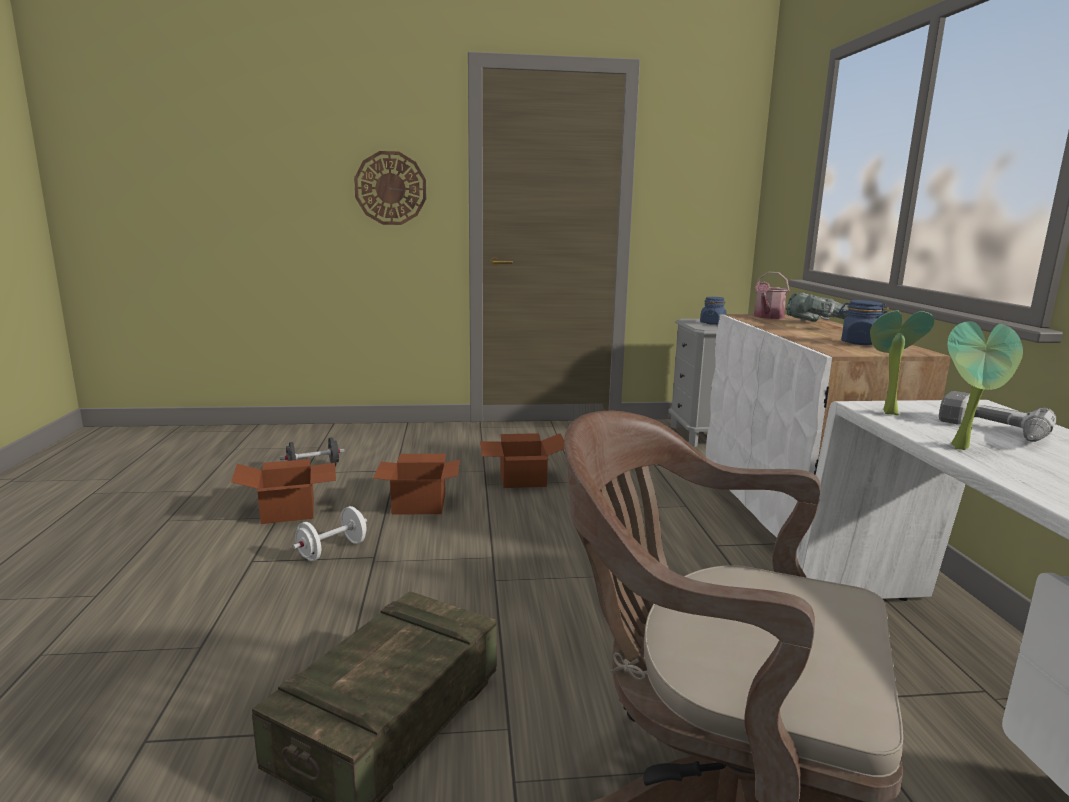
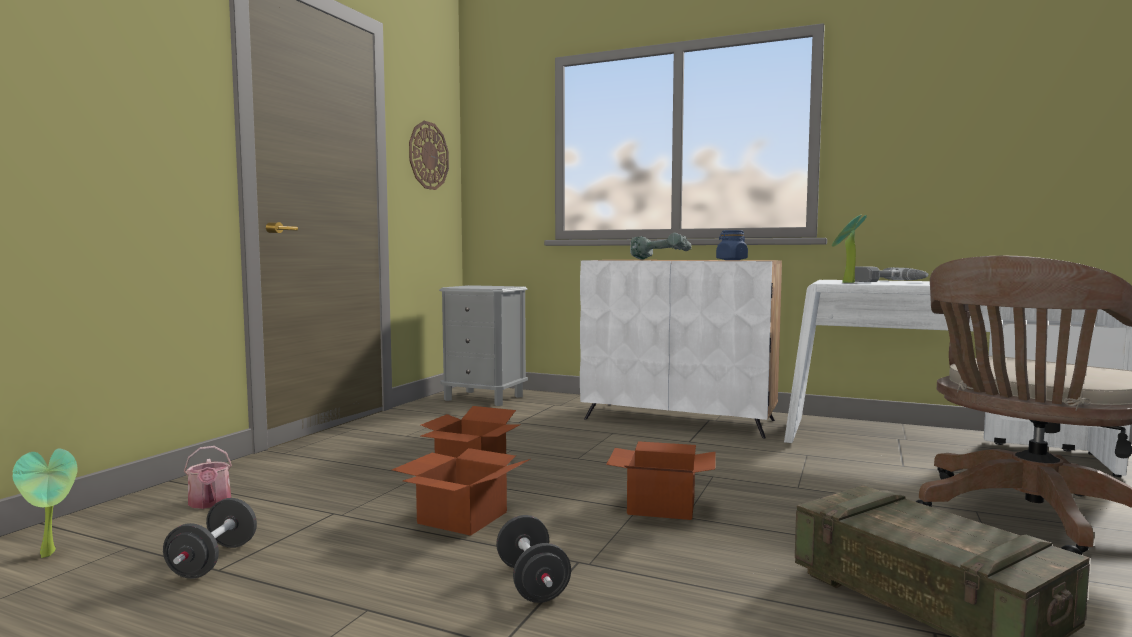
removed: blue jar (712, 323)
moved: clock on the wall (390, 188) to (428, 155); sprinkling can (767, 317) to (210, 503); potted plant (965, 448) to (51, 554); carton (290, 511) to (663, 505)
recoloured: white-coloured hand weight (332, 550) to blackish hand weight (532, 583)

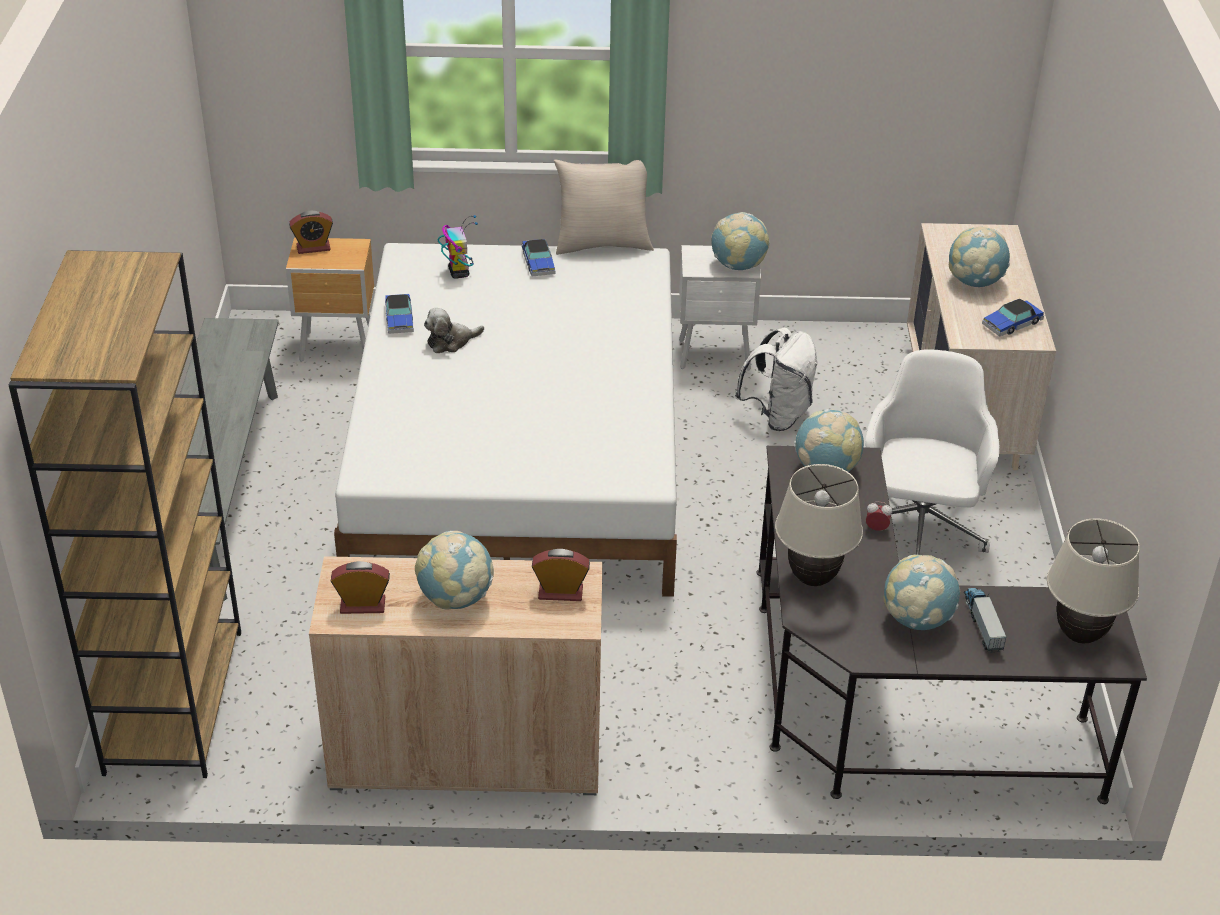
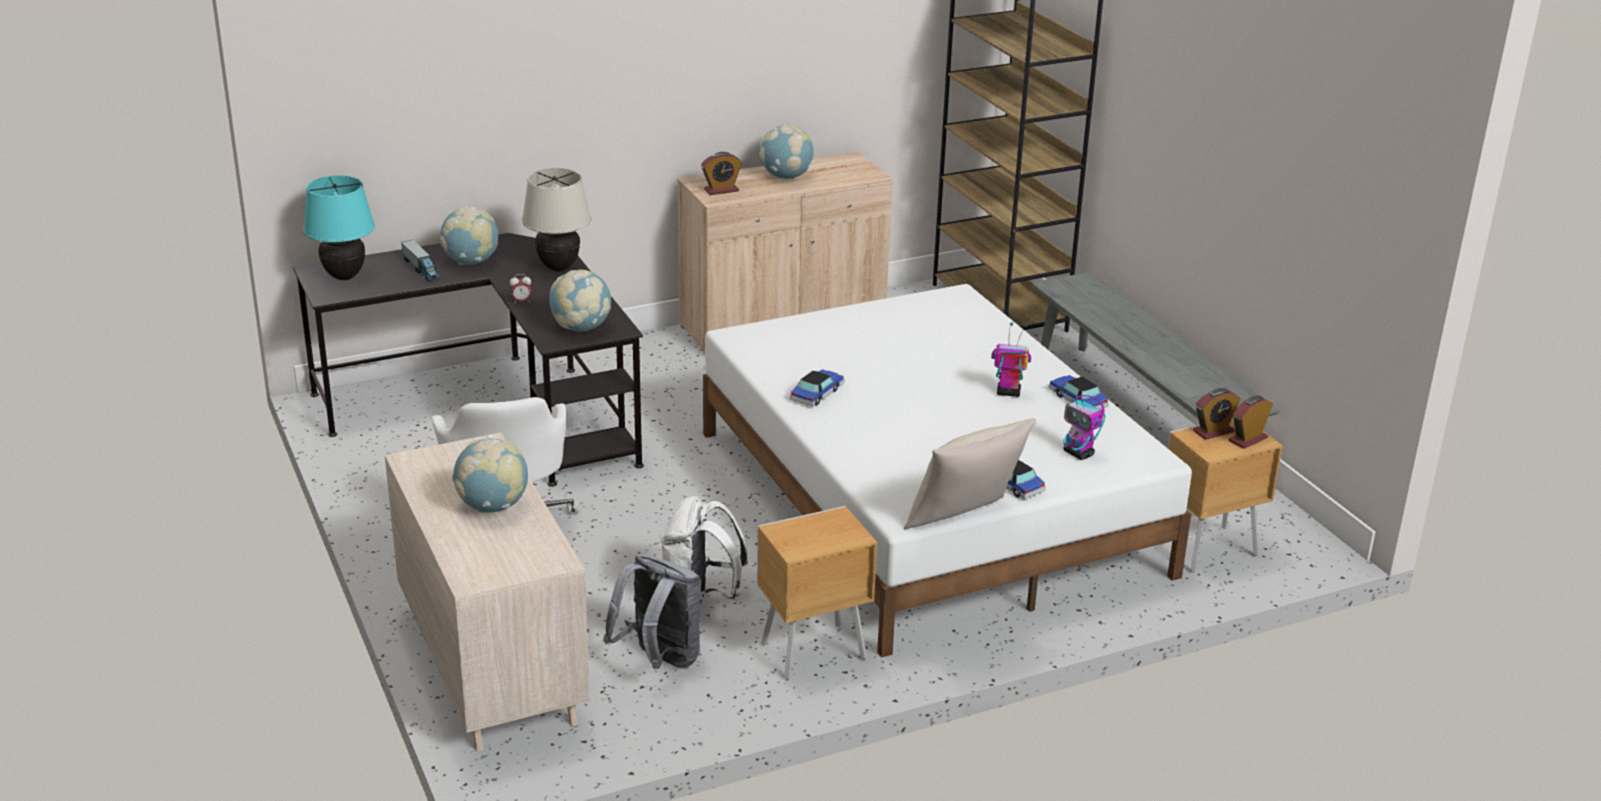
removed: desk globe (738, 265)
added: gray rucksack (659, 660)
moved: miniature car (1012, 324) to (817, 393); table clock (362, 605) to (1213, 431)
replaced: cuddly toy (451, 342) to robot figure (1007, 392)
recoloured: white-coloured nightstand (716, 356) to brown nightstand (810, 652); sand-coloured tabletop lamp (1080, 635) to turquoise-coloured tabletop lamp (344, 276)

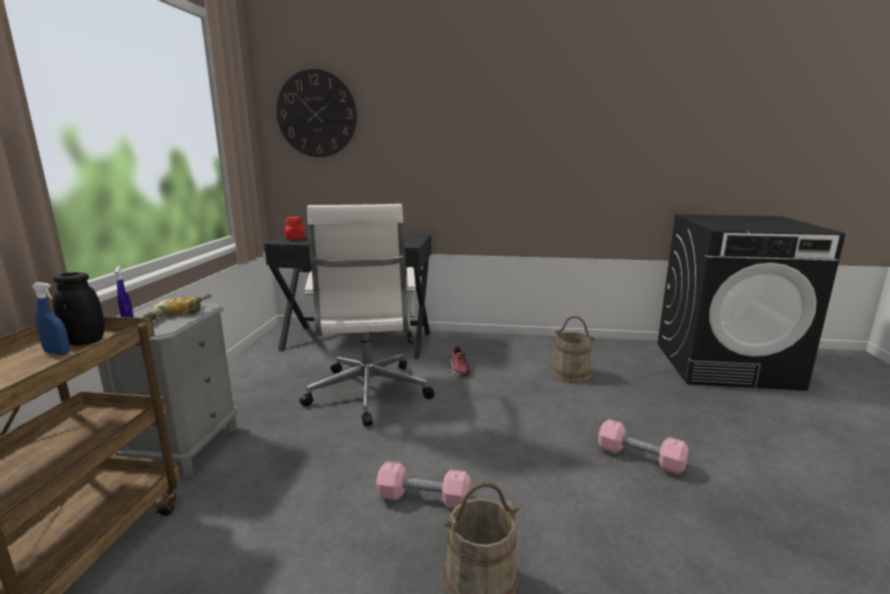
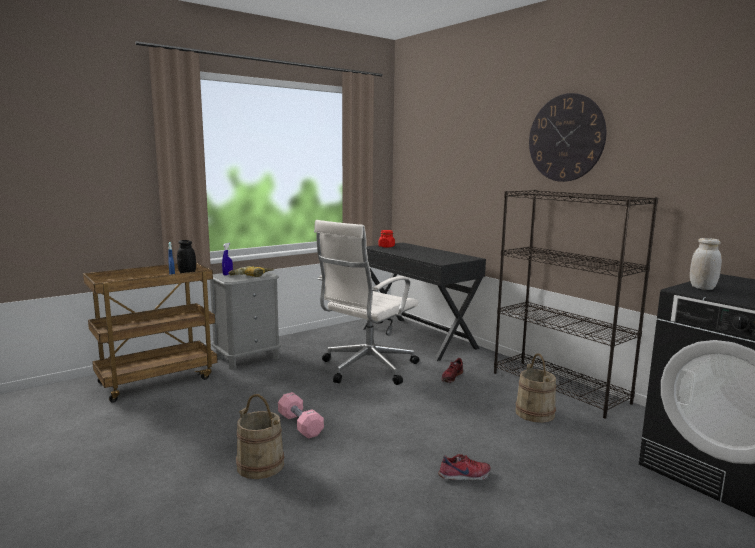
added: blackish bookshelf (560, 387); white-coloured jar (702, 288)
moved: clock on the wall (316, 114) to (566, 138)
replaced: pink hand weight (640, 458) to item of footwear (464, 476)

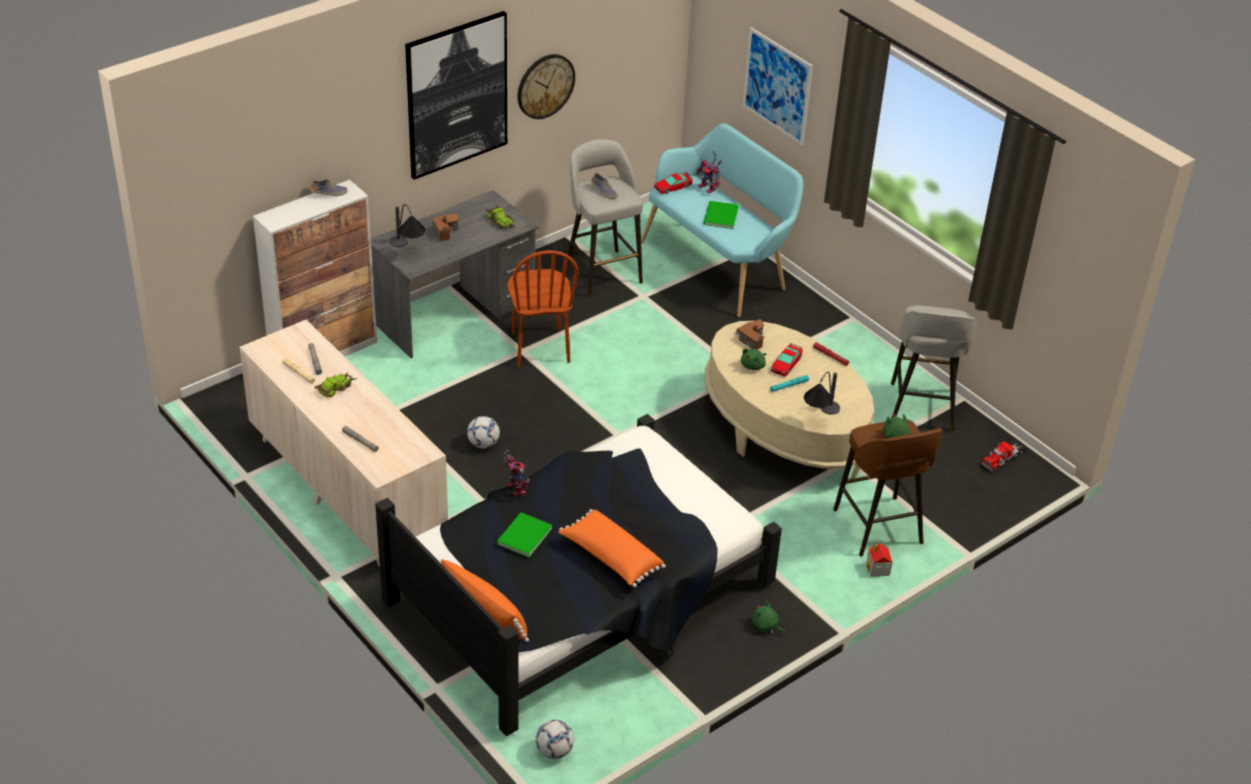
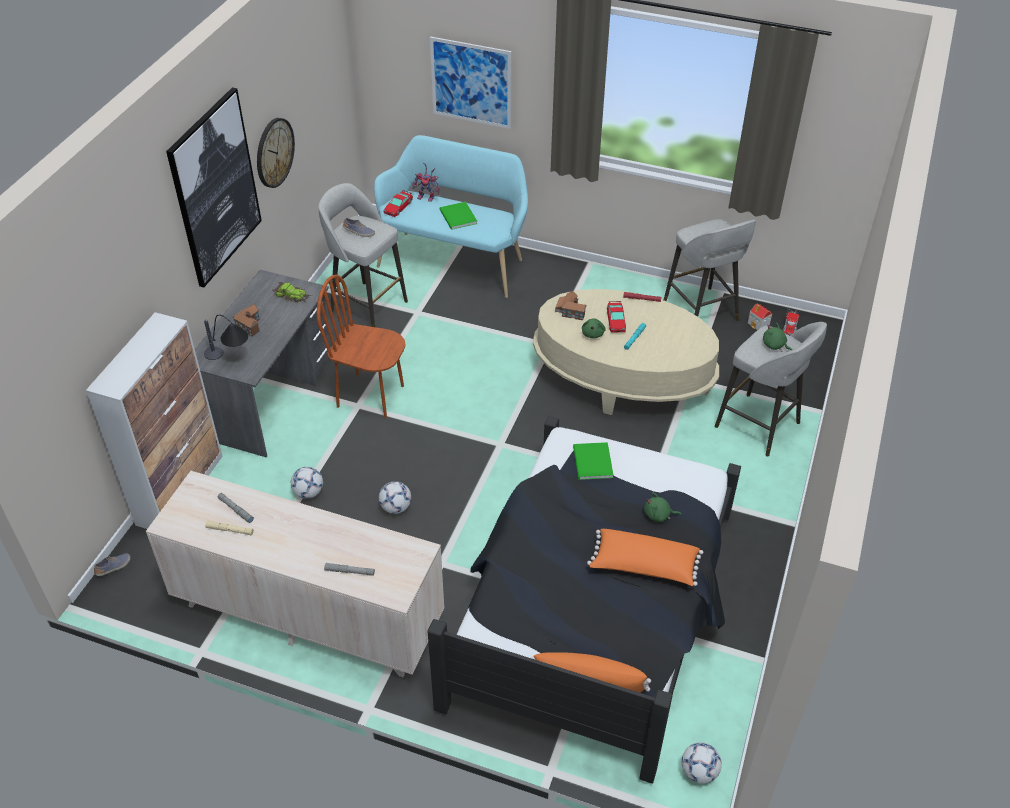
removed: tabletop lamp (820, 418); miniature car (335, 387); robot figure (514, 488)
added: football (308, 493)
moved: item of footwear (329, 193) to (113, 567); green-coloured volume (522, 536) to (591, 463); toy house (878, 569) to (758, 324); green-coloured cuddly toy (766, 626) to (658, 515)
recoloured: brown sitting stool (879, 528) to gray sitting stool (759, 426)
turned: brown plain chair (539, 347) = (370, 395) 150 degrees clockwise

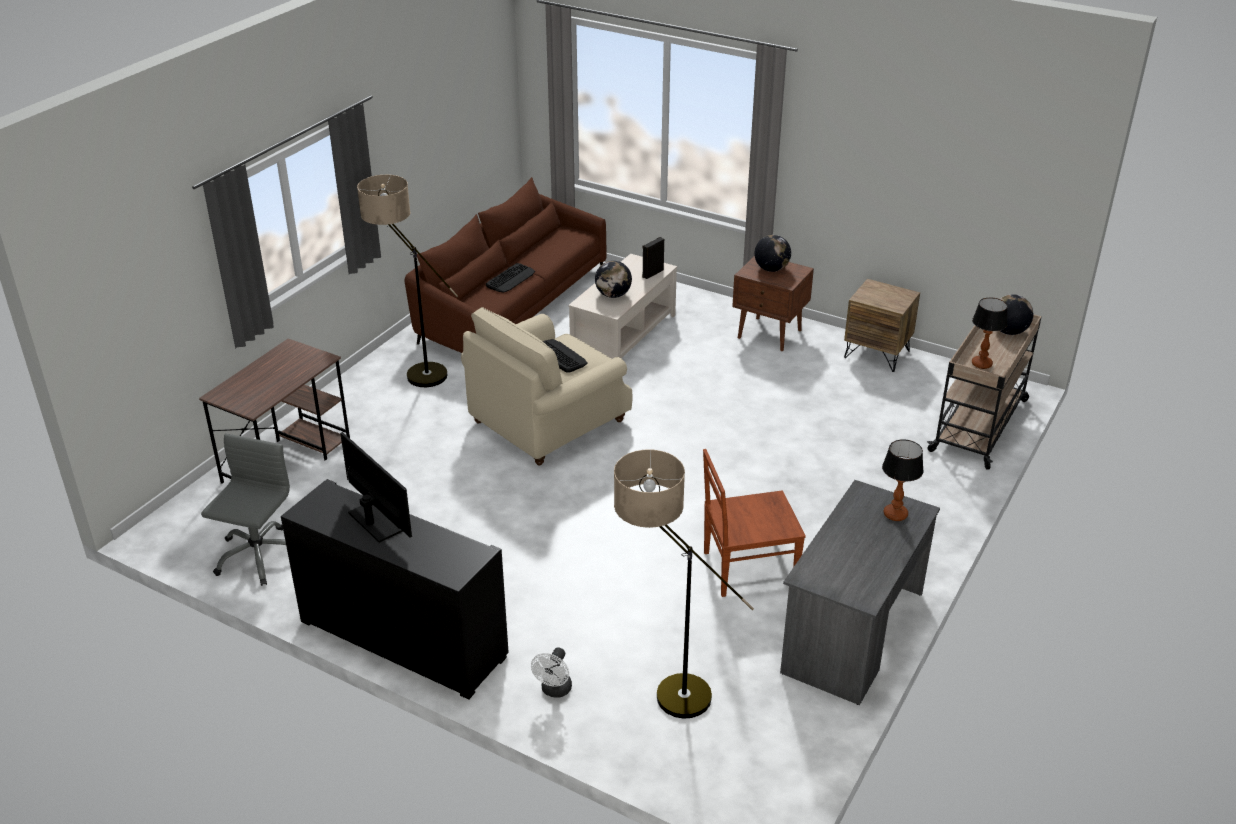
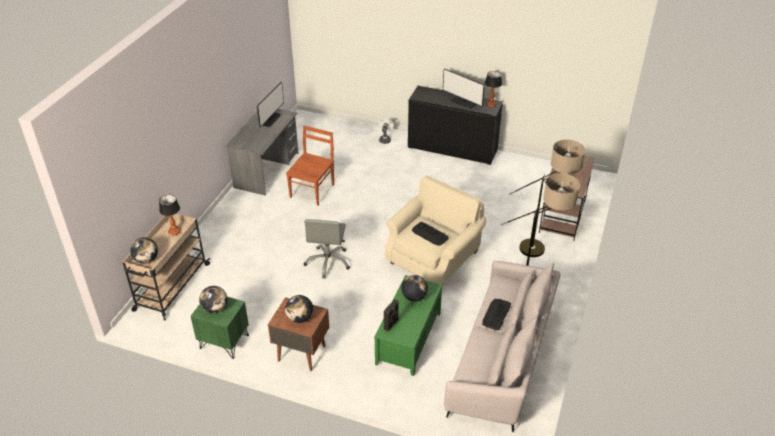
added: computer screen (270, 119); desk globe (215, 309)
moved: gray computer chair (258, 556) to (328, 262); tabletop lamp (896, 514) to (491, 105); standing lamp (662, 691) to (542, 250)
recoloured: brown sofa (510, 306) to gray sofa (503, 358); sand-coloured coffee table (624, 334) to green-coloured coffee table (408, 338); brown nightstand (877, 354) to green-coloured nightstand (224, 342)
turned: brown plain chair (747, 569) = (313, 190) 45 degrees counterclockwise

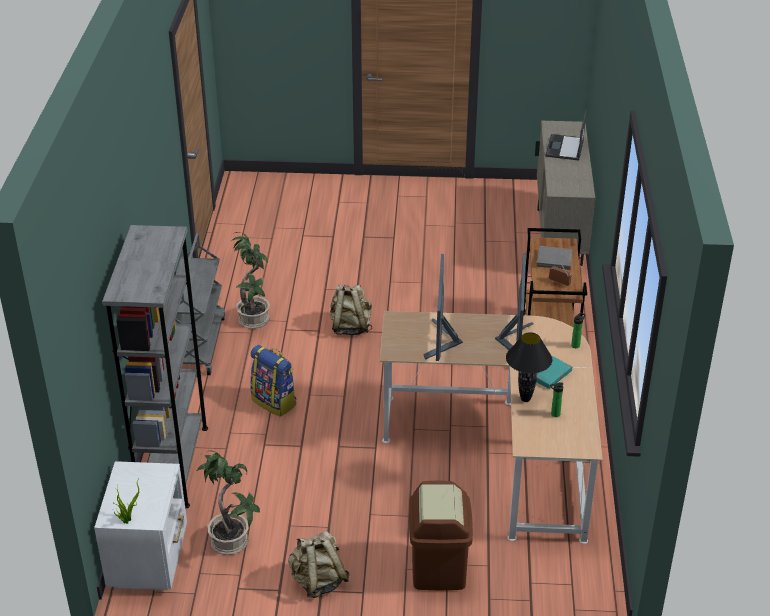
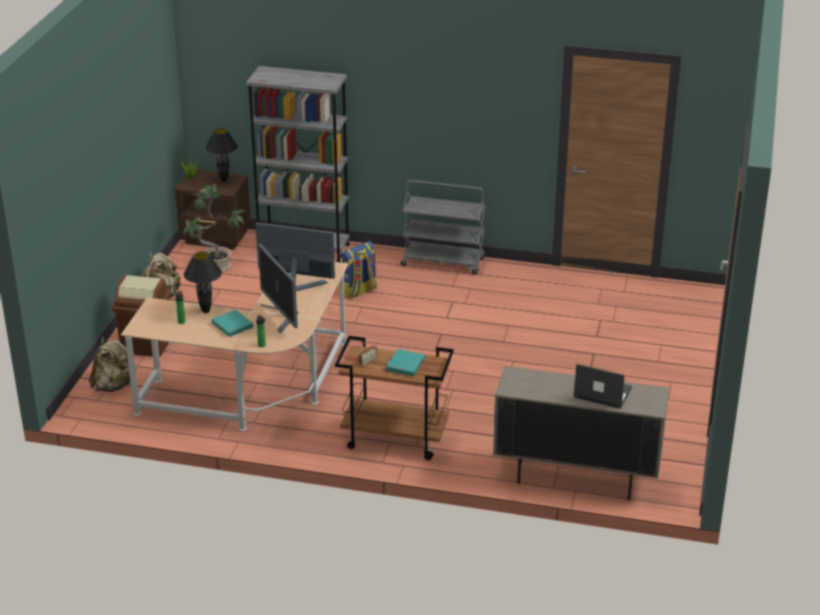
removed: potted plant (255, 320)
added: blackish tabletop lamp (223, 180)
moved: sand-coloured rucksack (350, 327) to (114, 386)
recoloured: gray volume (554, 260) to turquoise-coloured volume (405, 365); white-coloured nightstand (150, 559) to brown nightstand (216, 238)
turned: computer screen (515, 340) = (282, 317) 45 degrees clockwise

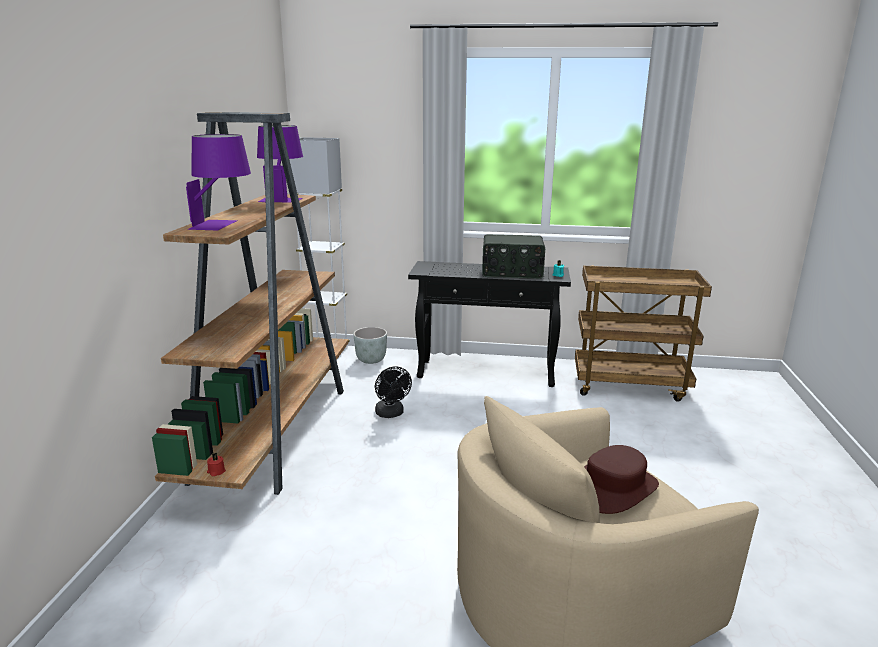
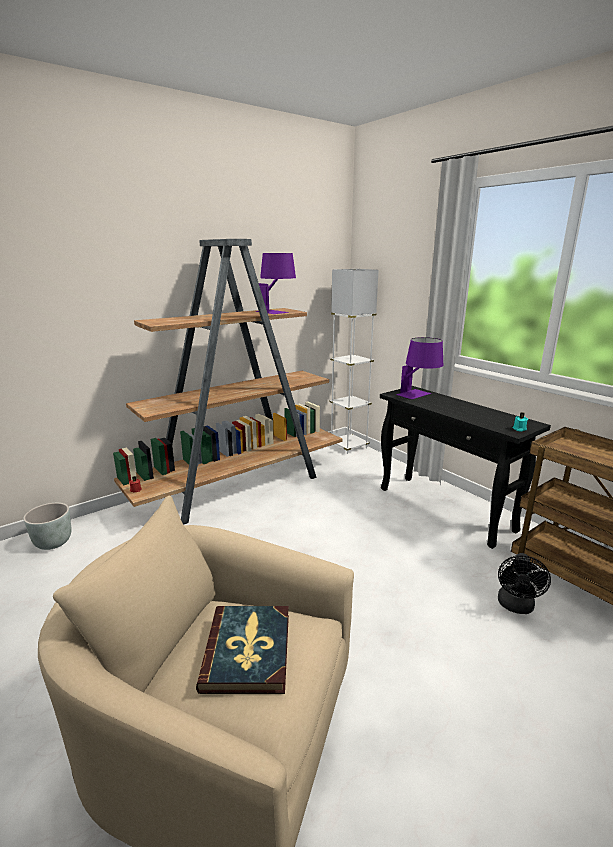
removed: radio (512, 272)
moved: purple tabletop lamp (224, 225) to (419, 395); gray plant pot (371, 360) to (53, 543); blackish fan (391, 414) to (516, 607)
replaced: brown wearable hat (614, 488) to volume (248, 651)

